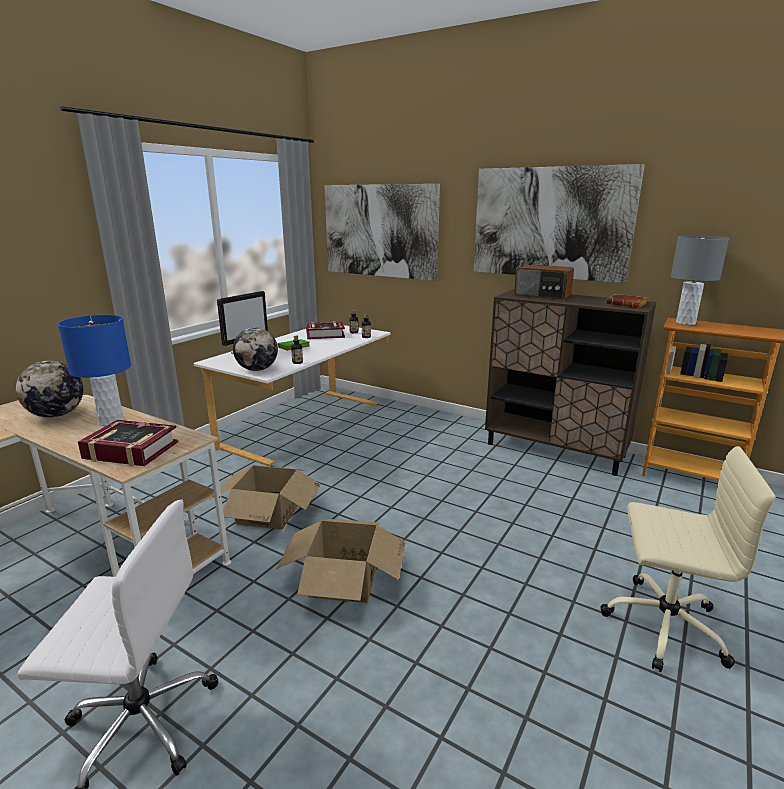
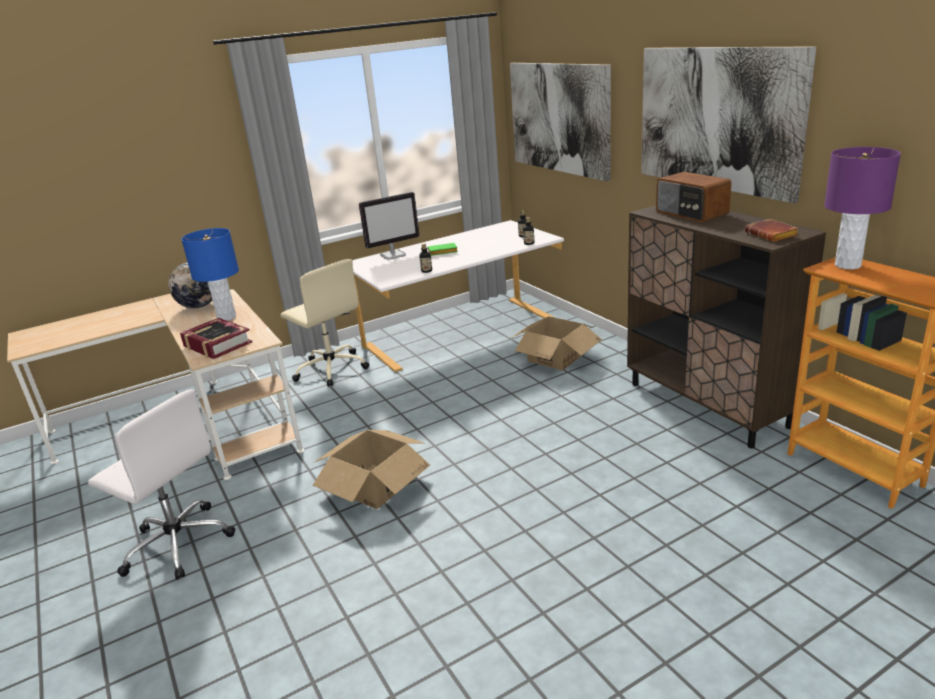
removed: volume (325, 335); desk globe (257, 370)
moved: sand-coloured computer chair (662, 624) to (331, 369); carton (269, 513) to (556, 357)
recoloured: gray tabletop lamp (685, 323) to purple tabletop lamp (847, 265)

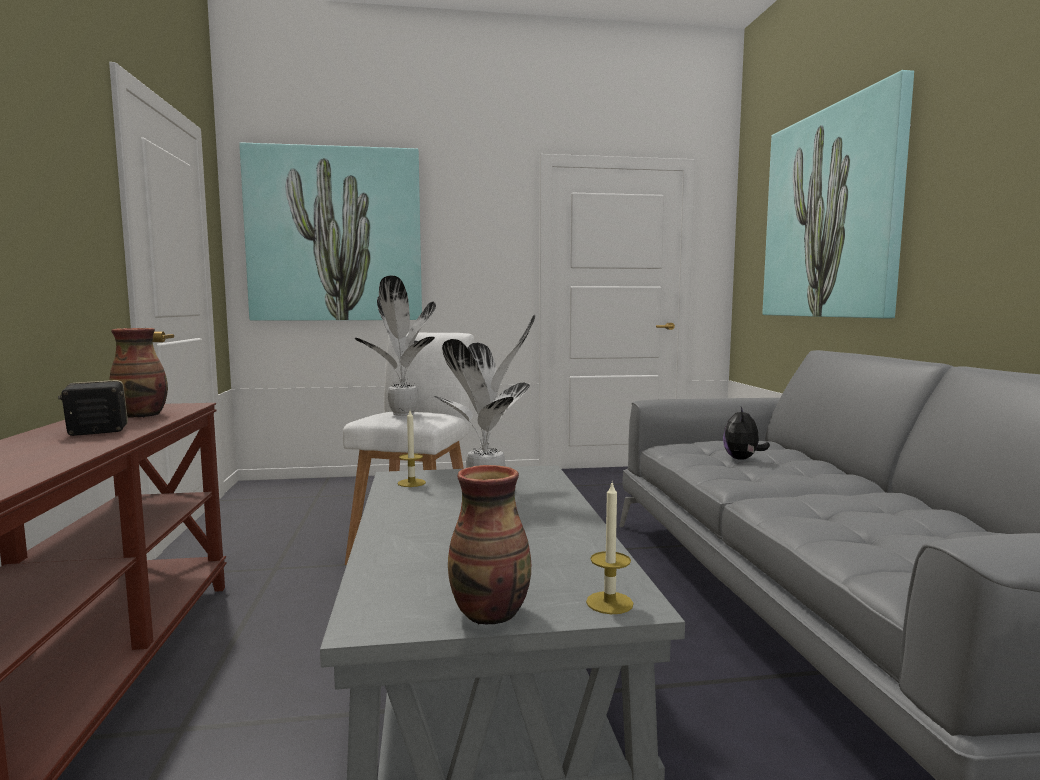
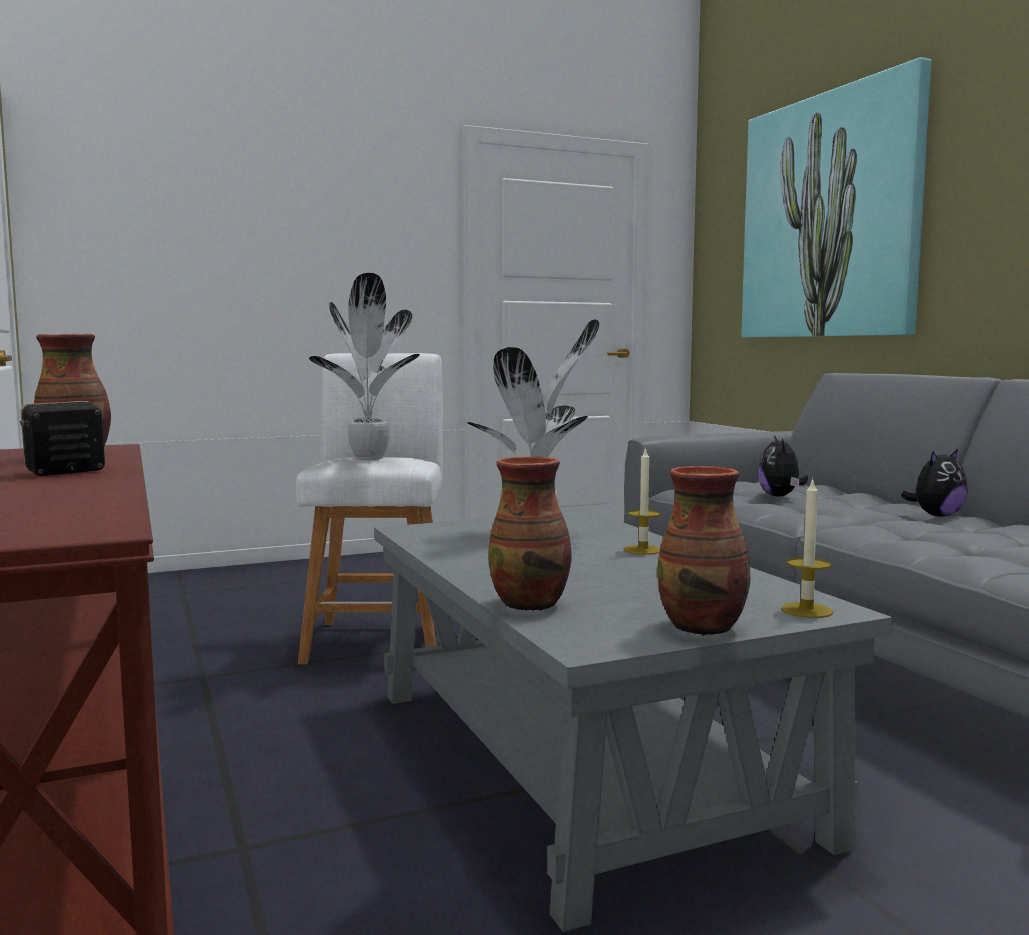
removed: wall art (335, 235)
added: cuddly toy (936, 516); vase (531, 604)
moved: wax light (411, 483) to (643, 550)

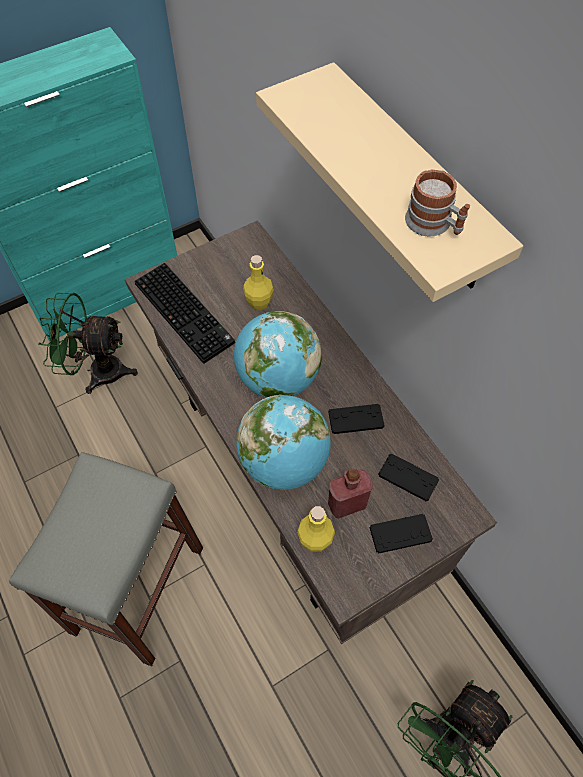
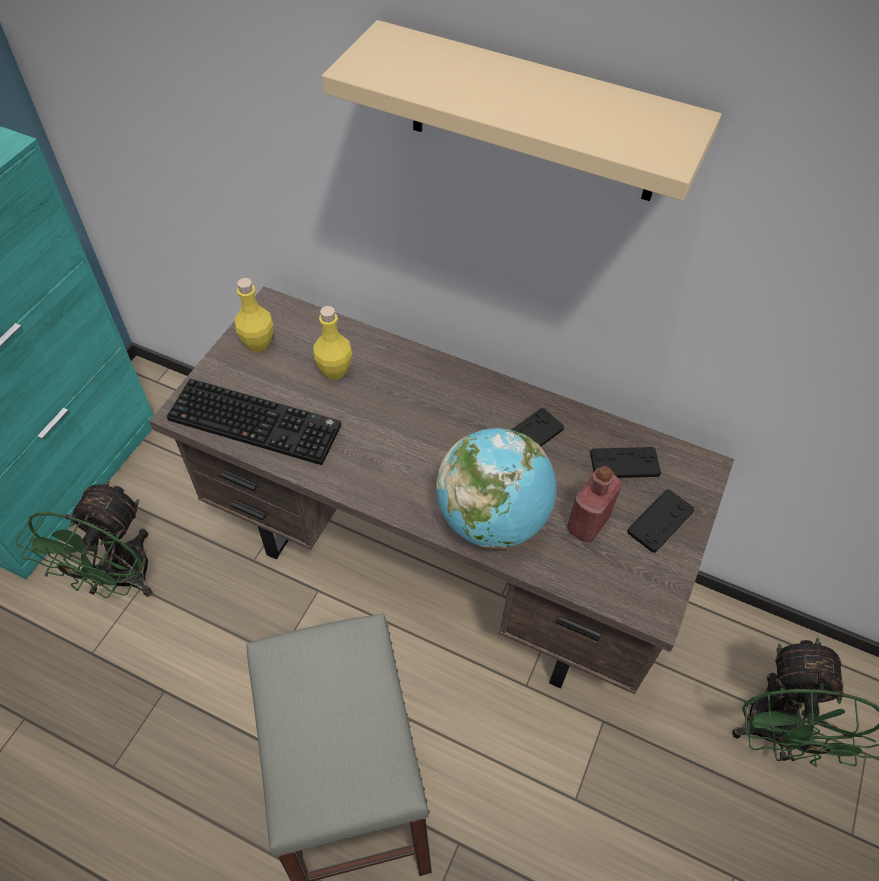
removed: tea mug (434, 225); desk globe (277, 378)
moved: yellow-coloured beverage bottle (315, 540) to (258, 343)
turned: green-coloured fan (98, 371) = (120, 580) 45 degrees counterclockwise

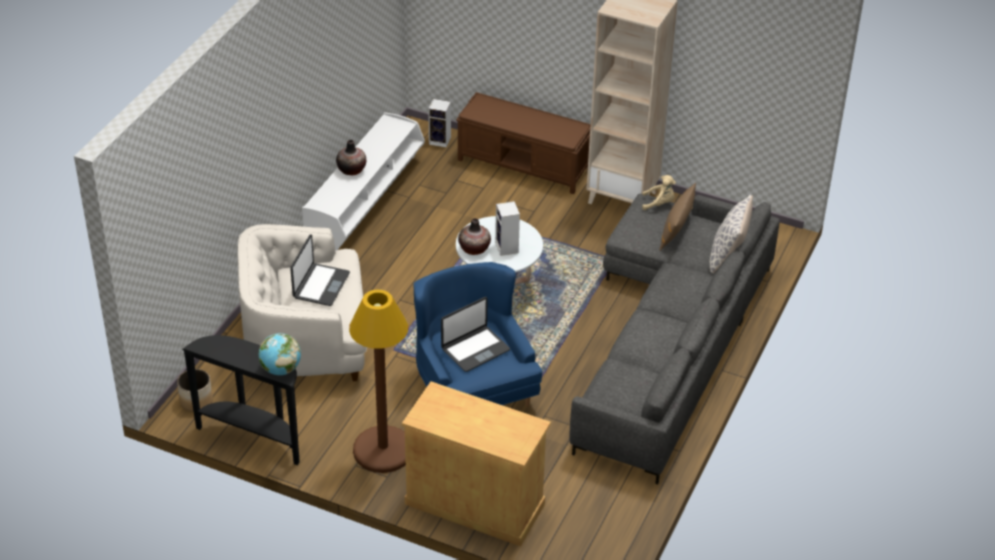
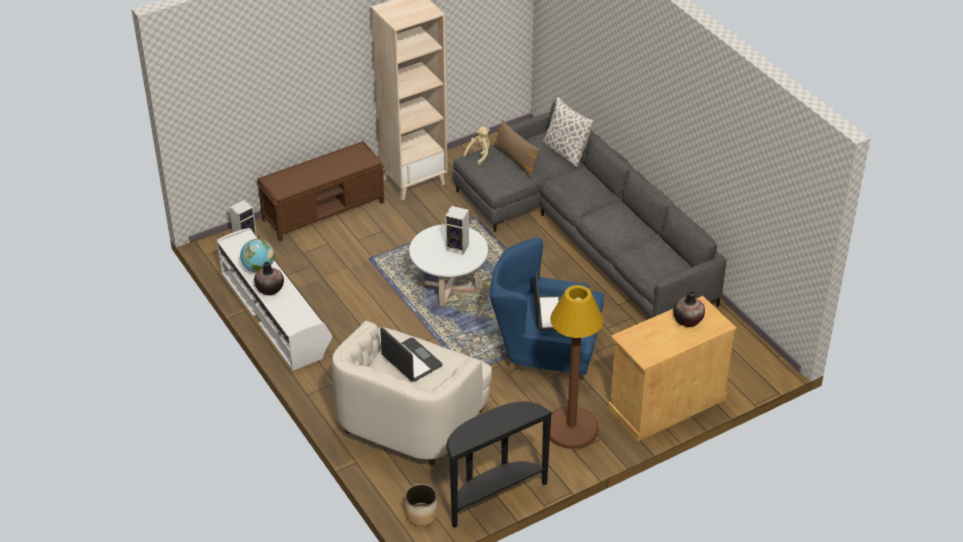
moved: vase (474, 249) to (688, 320); desk globe (280, 369) to (258, 268)

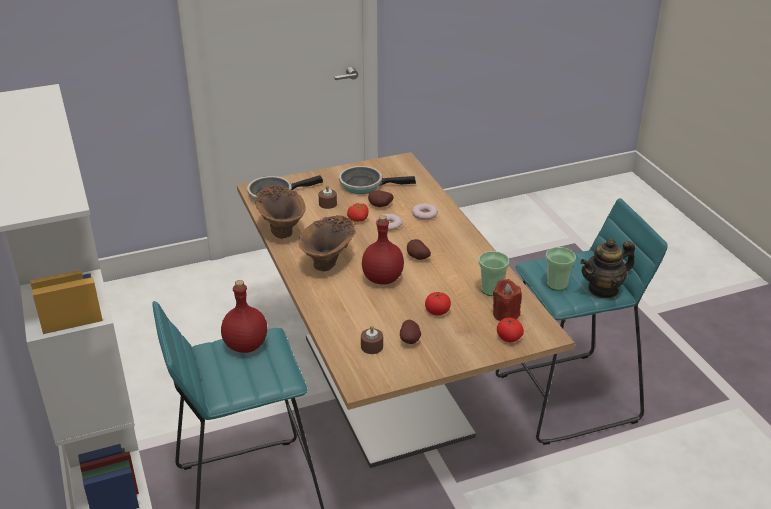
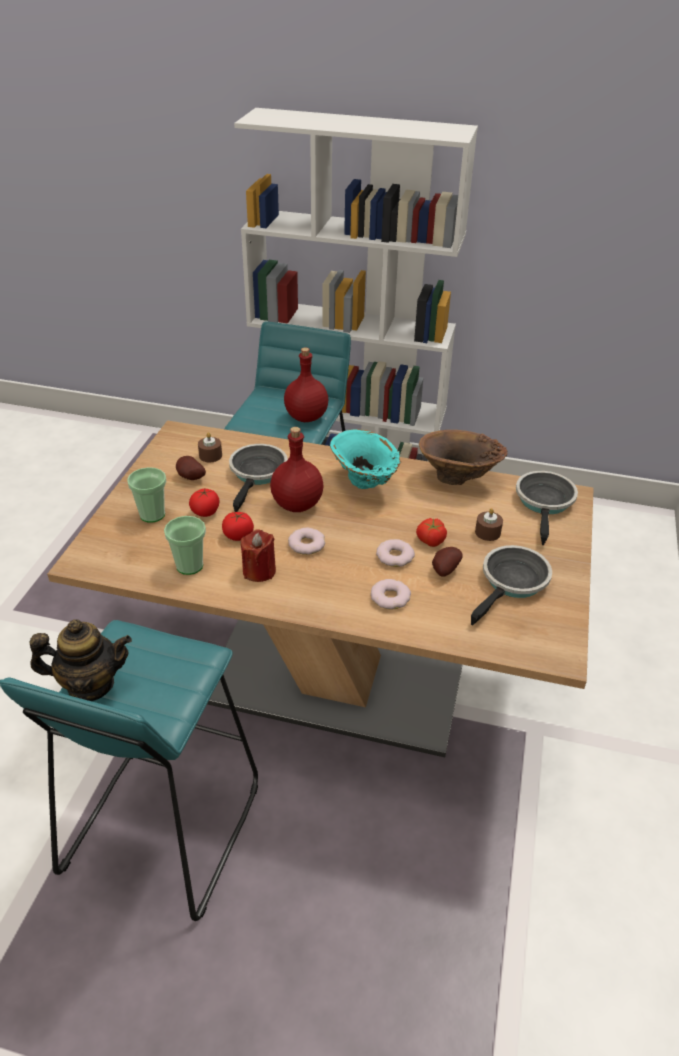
added: frying pan (257, 474)
moved: small cup (557, 285) to (152, 514); reddish wax light (505, 314) to (259, 571); whole tomato (508, 338) to (238, 535)
replaced: whole potato (417, 258) to doughnut (306, 544)
recoloured: brown vase (329, 262) to turquoise-coloured vase (363, 485)
turned: teapot (603, 289) = (90, 685) 75 degrees clockwise

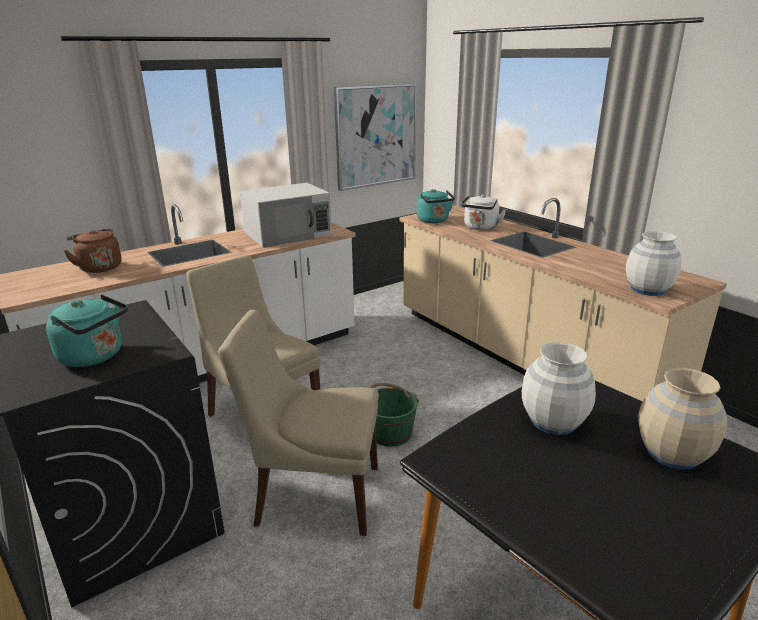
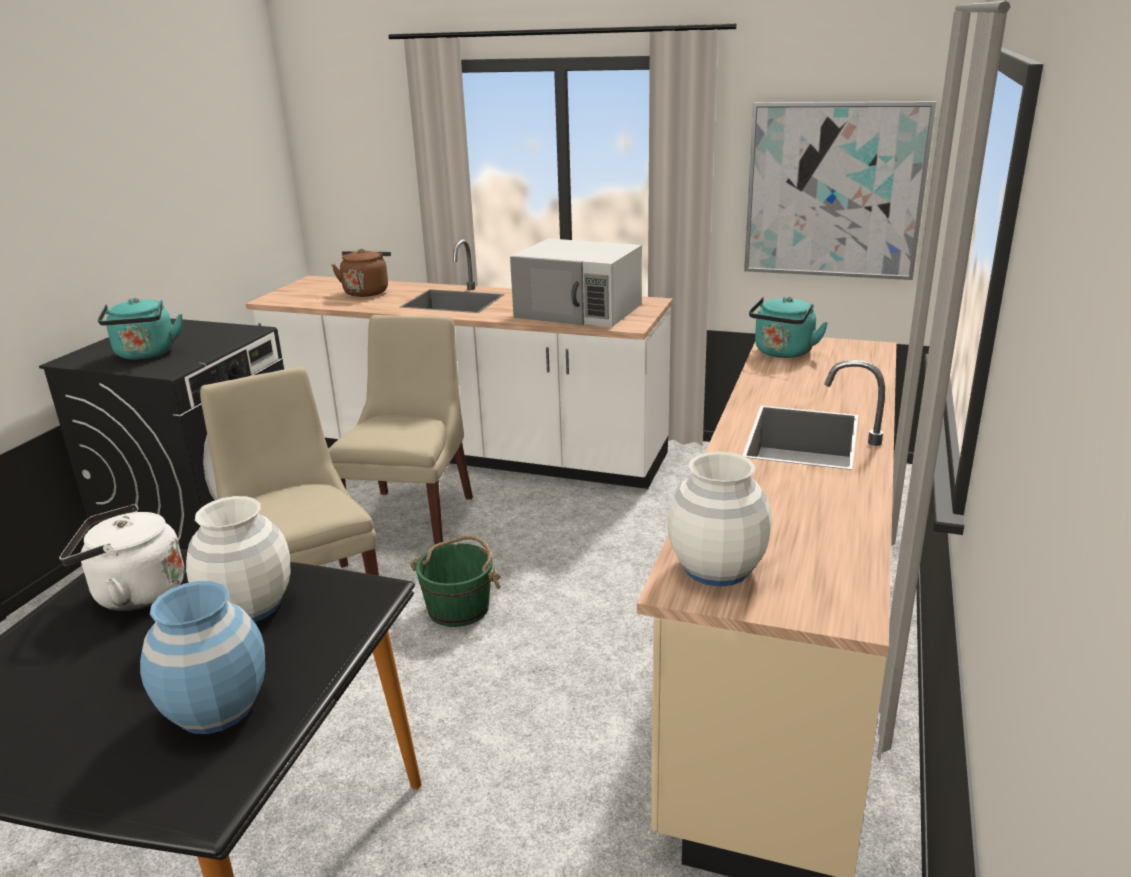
moved: white-coloured kettle (480, 228) to (134, 594)
recoloured: sand-coloured vase (672, 453) to blue vase (216, 708)

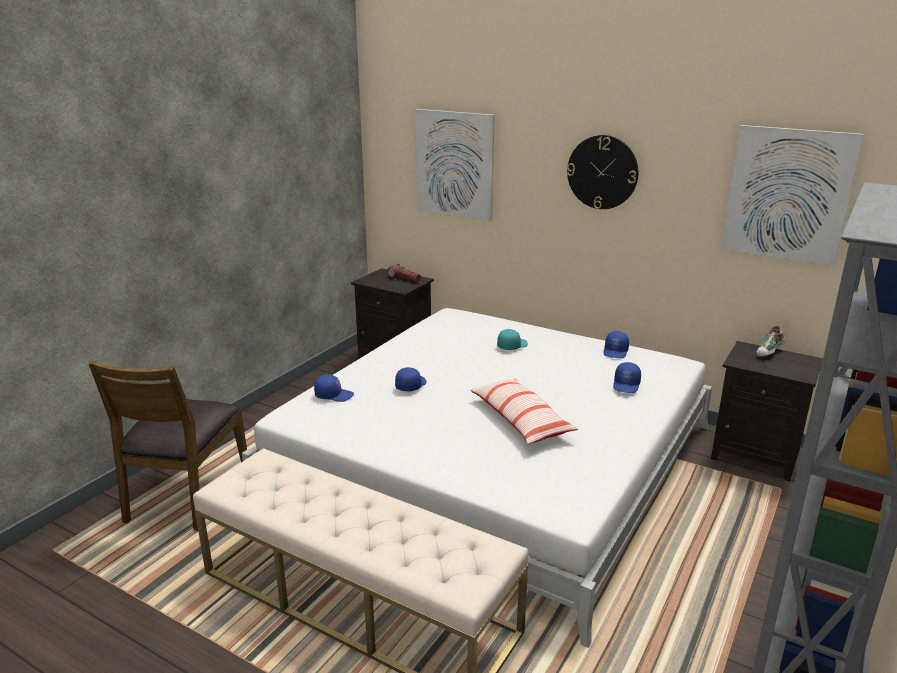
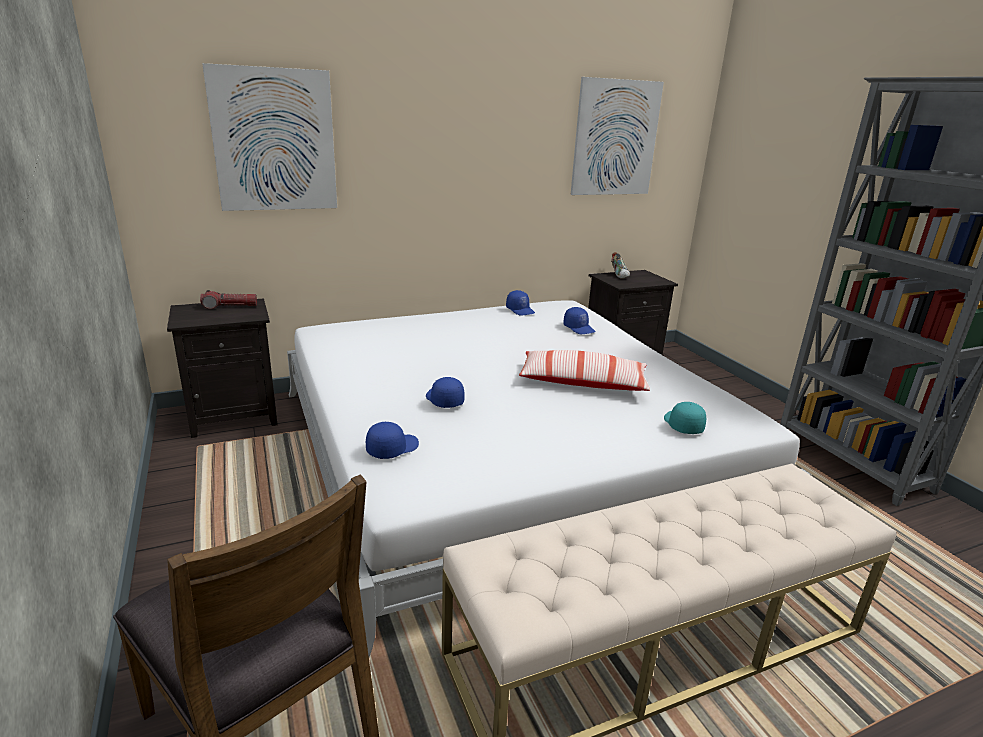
removed: clock on the wall (602, 172)
moved: turquoise-coloured cap (512, 345) to (682, 425)

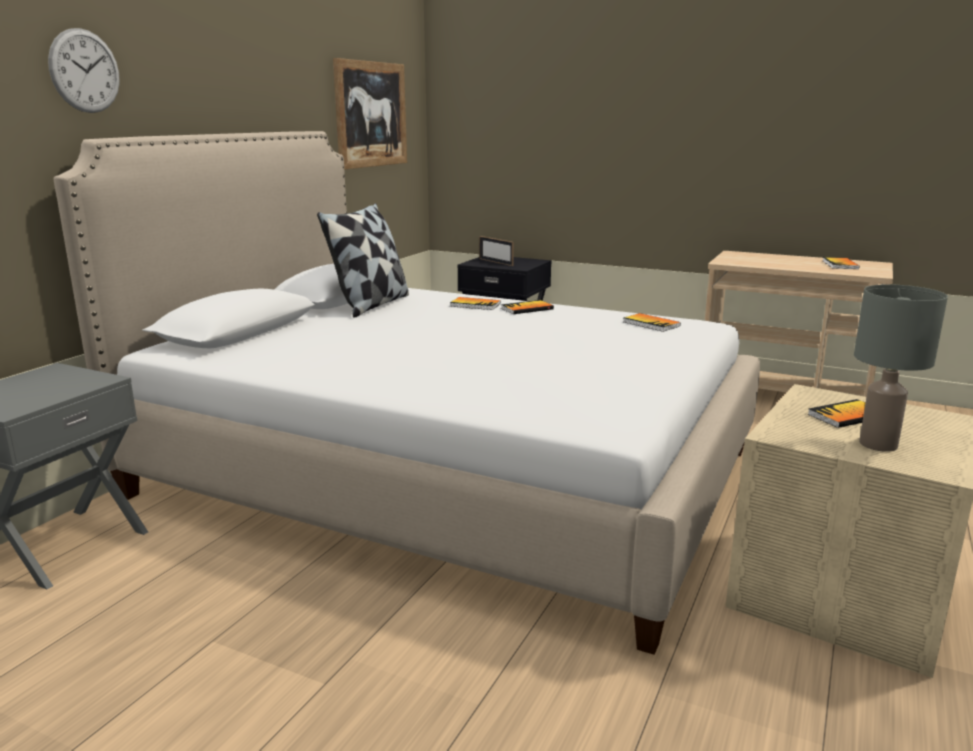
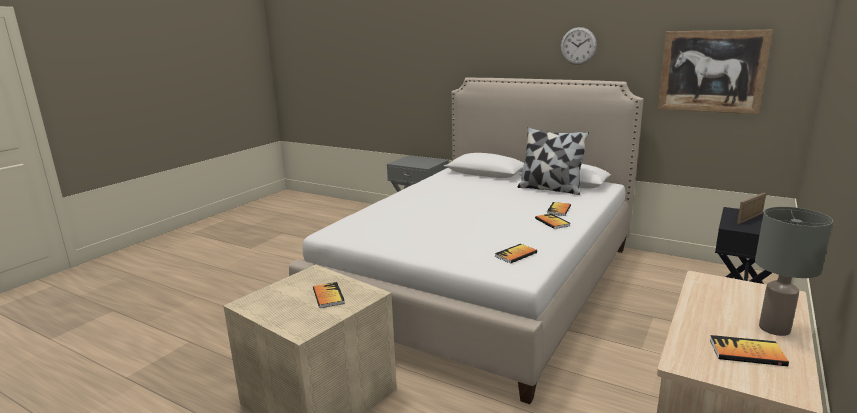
moved: clock on the wall (85, 71) to (578, 46); gray tabletop lamp (879, 445) to (773, 329)

